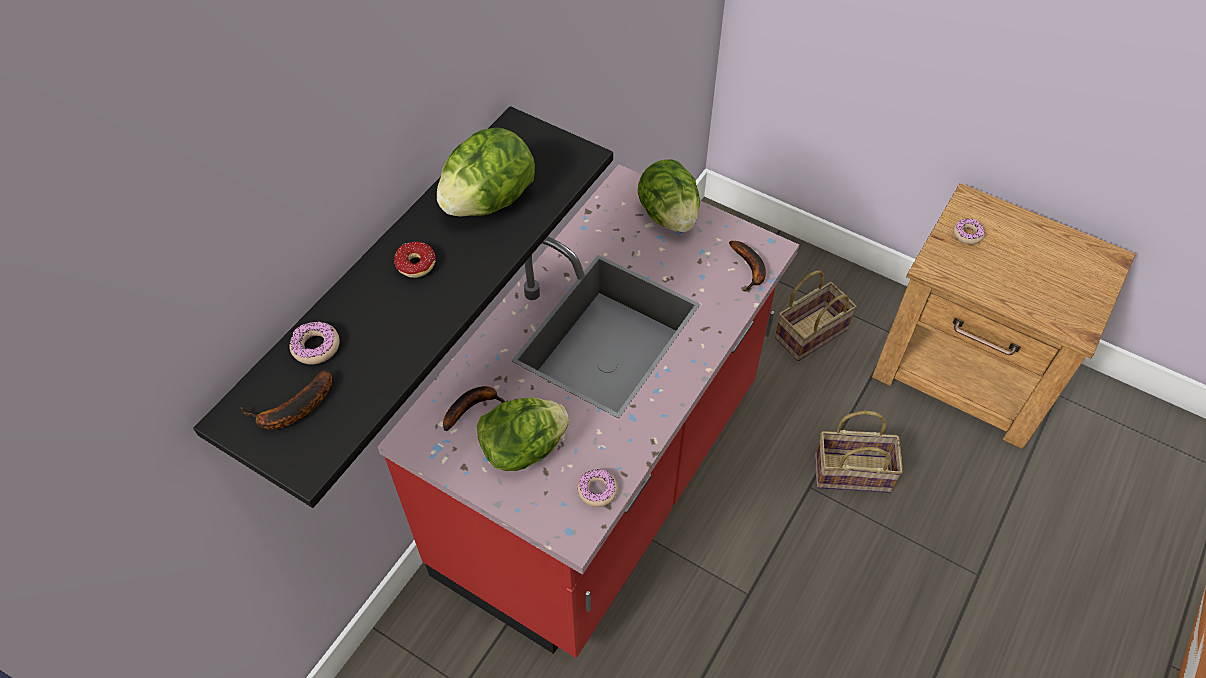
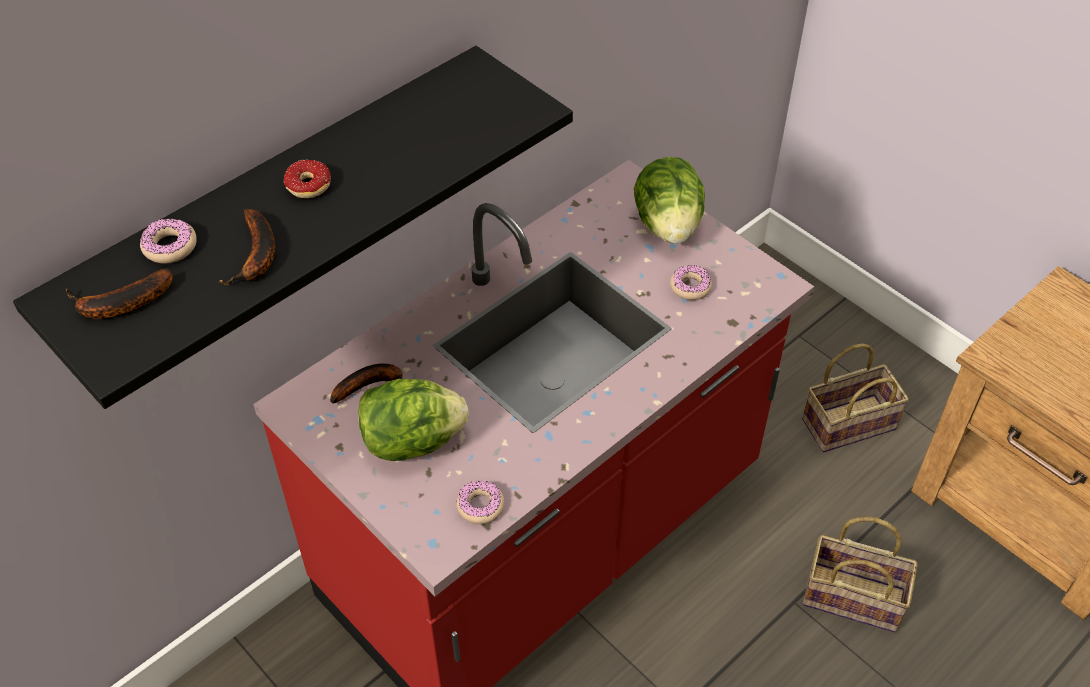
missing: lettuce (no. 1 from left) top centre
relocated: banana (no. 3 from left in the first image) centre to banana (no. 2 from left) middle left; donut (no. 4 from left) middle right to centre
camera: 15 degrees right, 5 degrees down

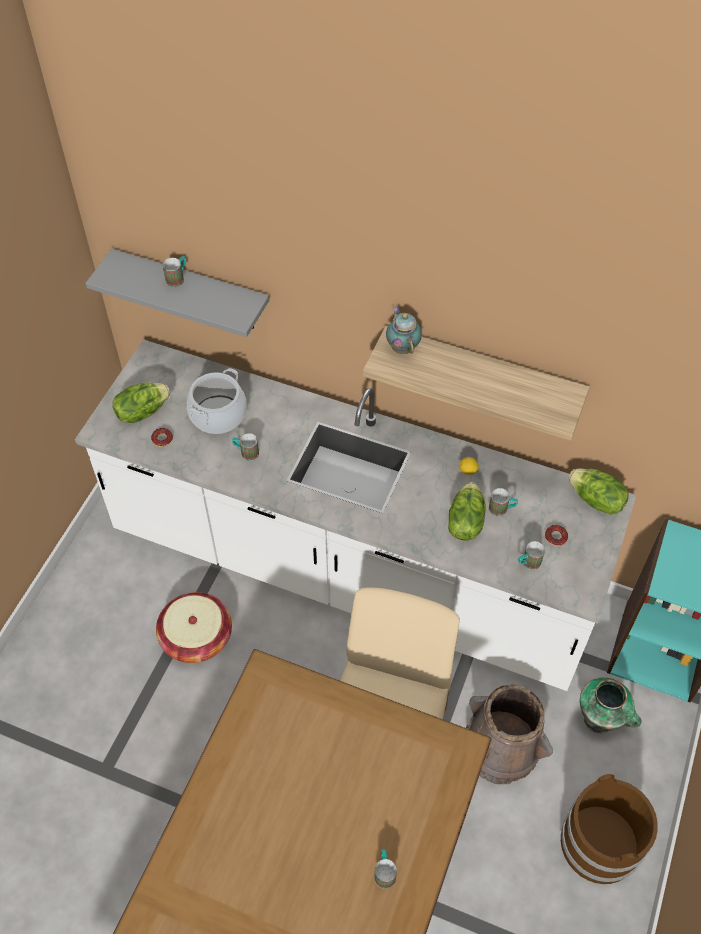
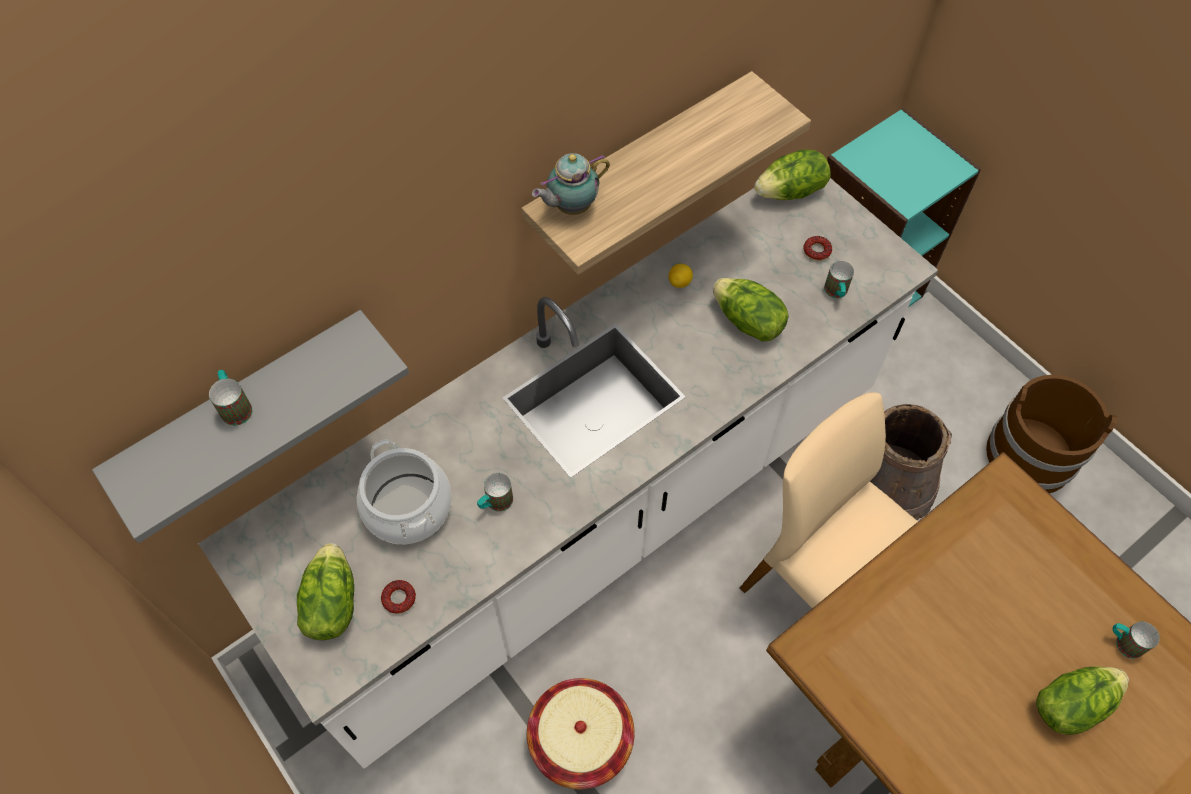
missing: mug (no. 4 from left) middle right; vase bottom right
appeared: lettuce (no. 4 from left) bottom right
spun: teapot centre = top centre 45 degrees counterclockwise
camera: 60 degrees left, 5 degrees up

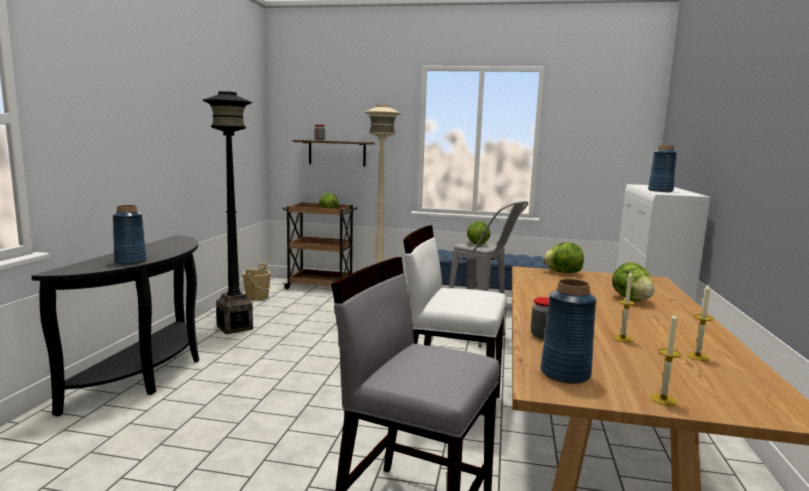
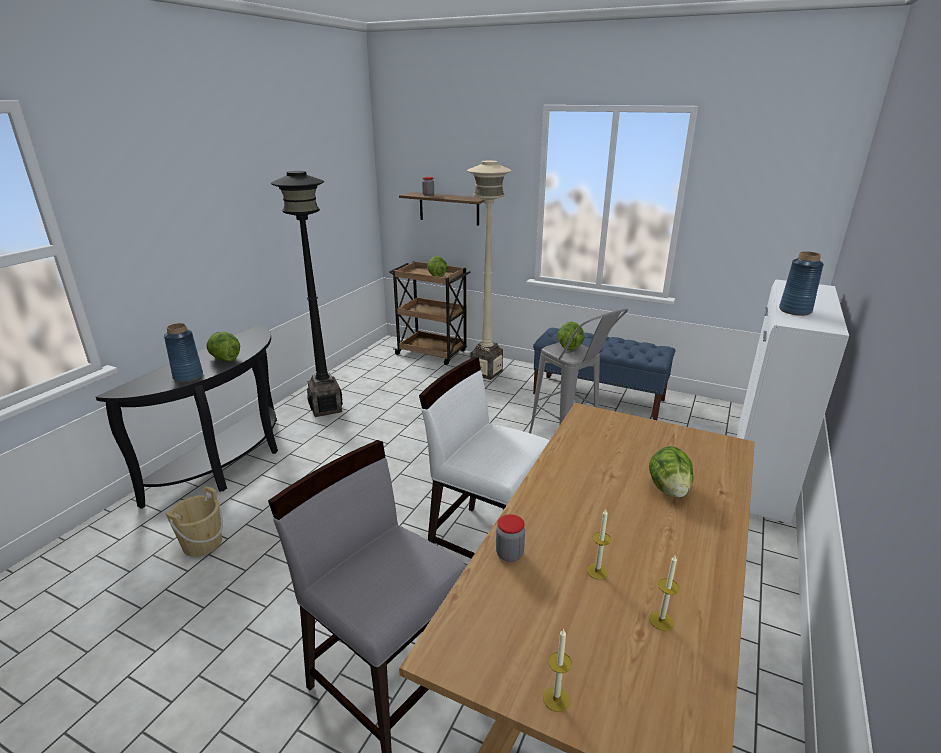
missing: vase in blue (no. 2 from left) bottom right
relocated: bucket in beige middle left to bottom left; lettuce (no. 3 from left in the first image) middle right to lettuce (no. 1 from left) middle left
camera: 15 degrees right, 15 degrees up

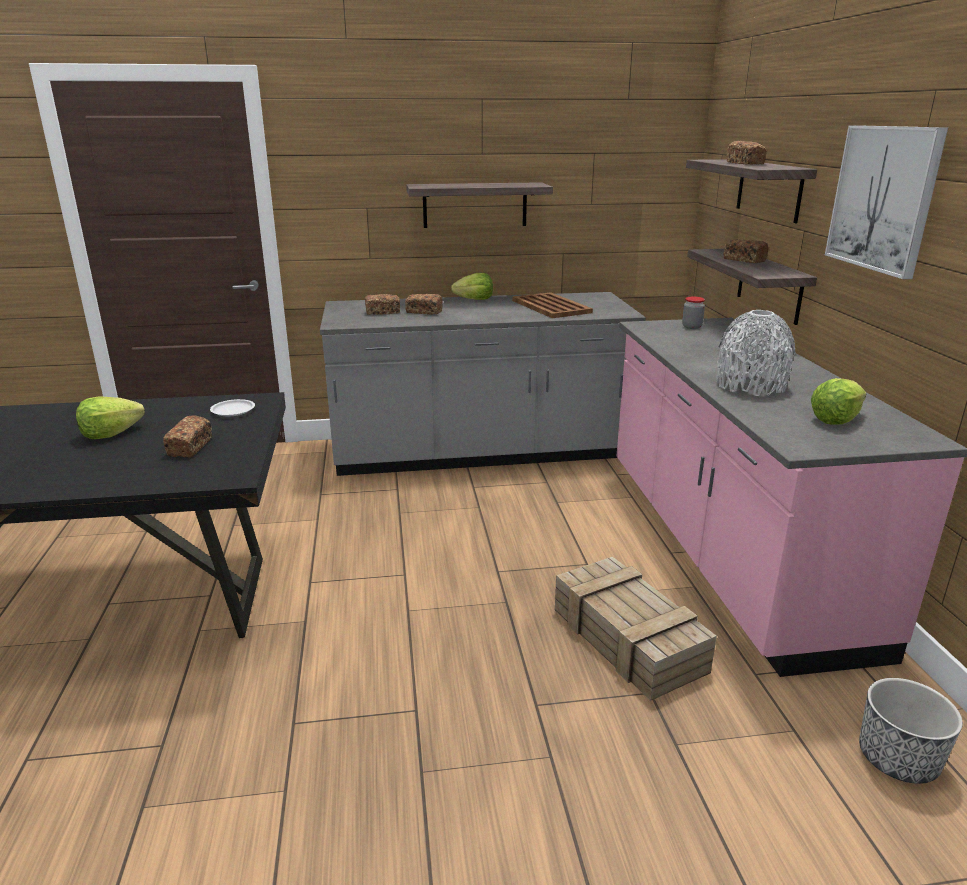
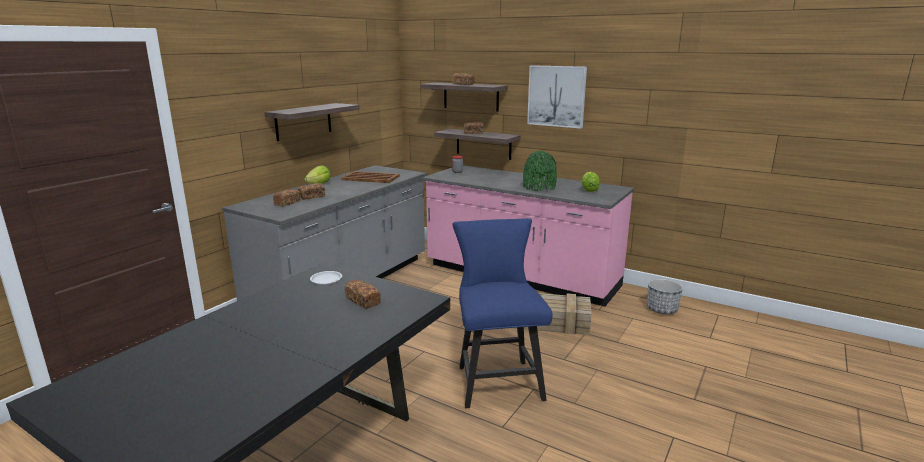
missing: lettuce (no. 1 from left) middle left
appeared: chair in blue bottom centre
colour: vase in grey middle right to vase in green centre
camera: 50 degrees left, 5 degrees down

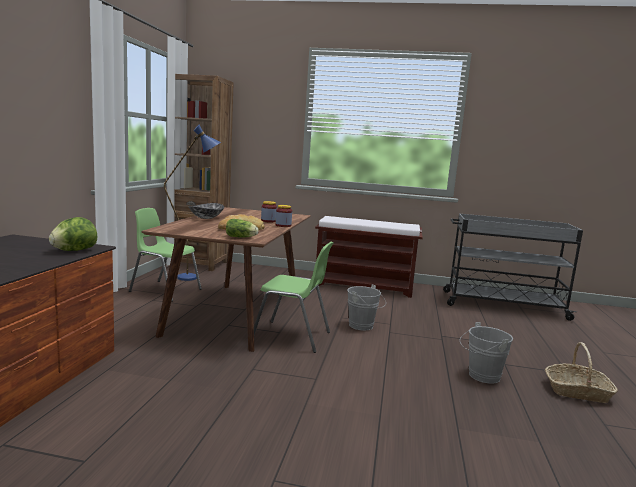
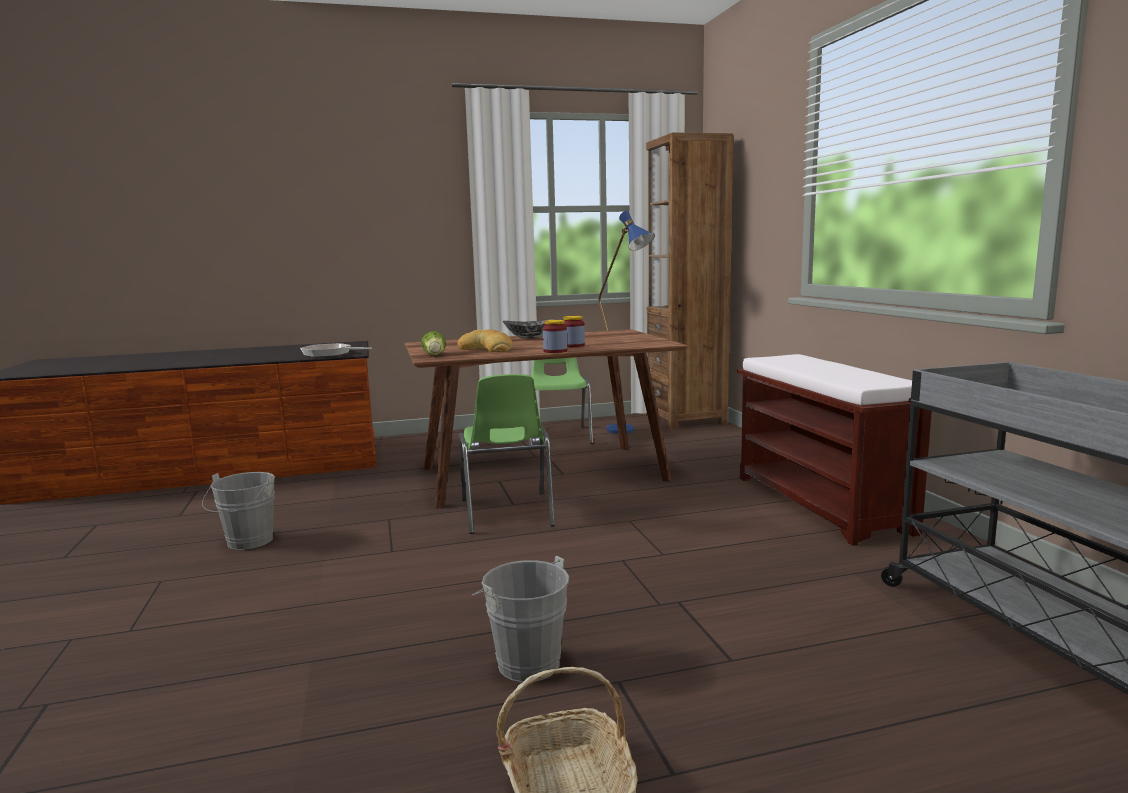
relocated: bucket in grey (no. 1 from left) centre to middle left
exchanged: lettuce (no. 1 from left) middle left to frying pan middle left
camera: 65 degrees right, 0 degrees up

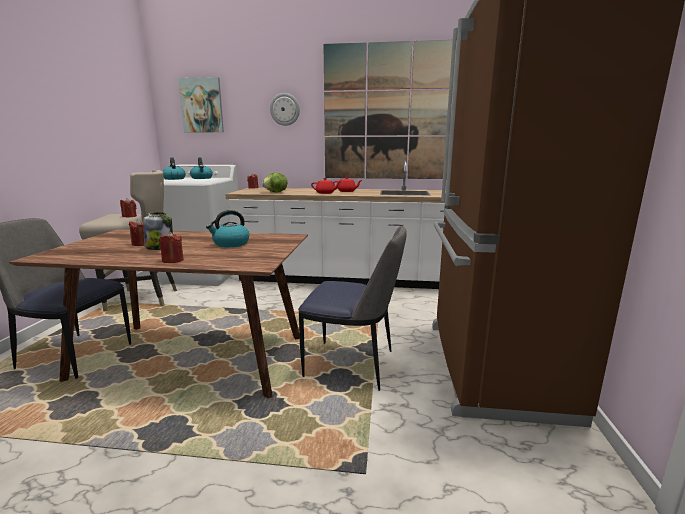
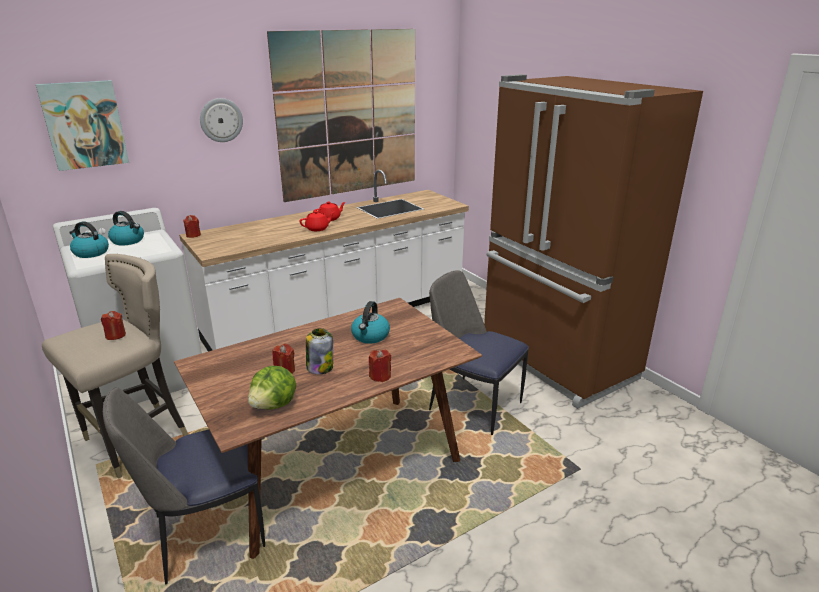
relocated: lettuce centre to middle left
spun: chair (no. 2 from left) centre = centre 120 degrees counterclockwise
camera: 40 degrees left, 10 degrees up

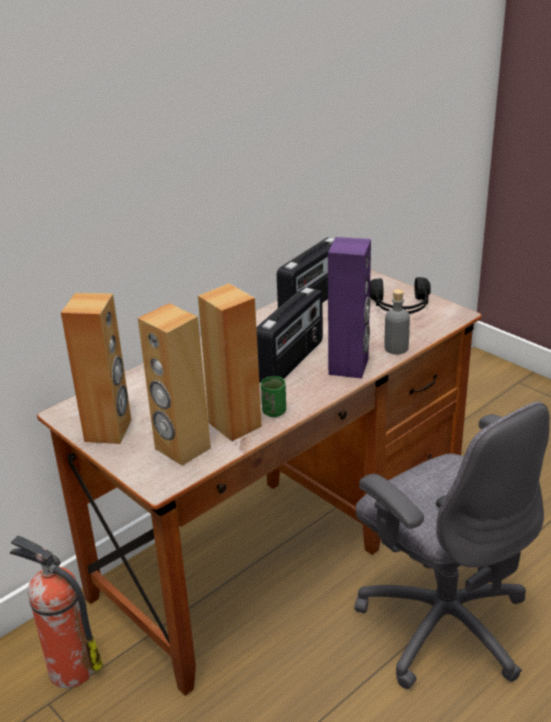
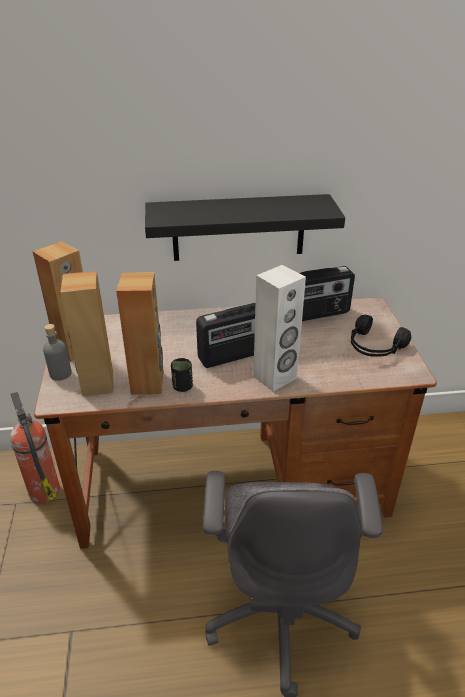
appeared: shelf in black top centre
relocated: bottle in grey middle right to middle left
colour: cup in green centre to cup in black centre; speaker in purple centre to speaker in white centre
camera: 35 degrees right, 5 degrees up

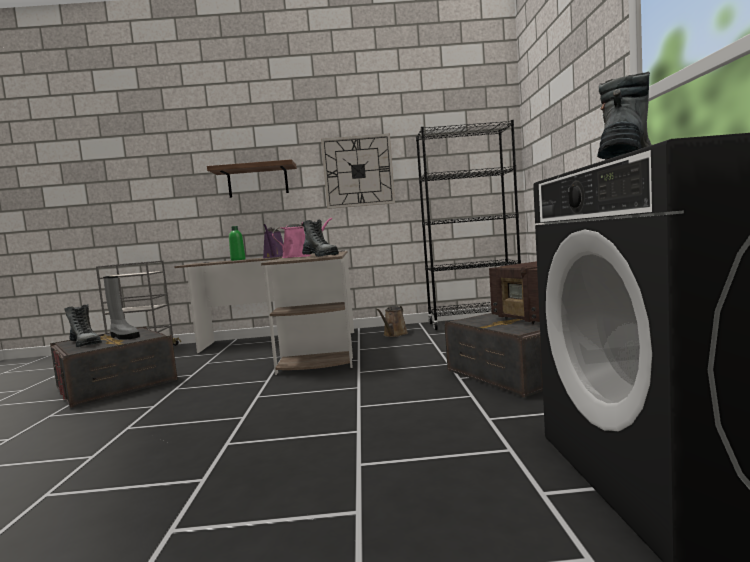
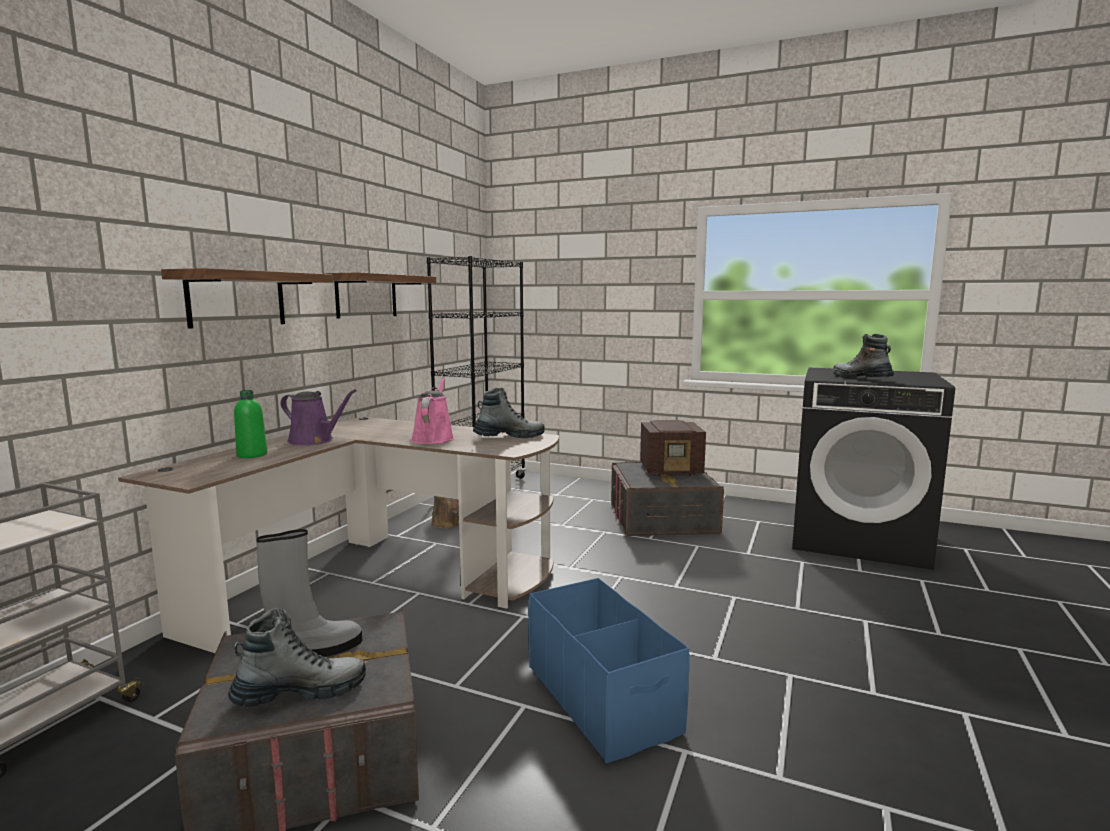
appeared: storage box in blue bottom centre
exchanged: wall clock top centre to shelf (no. 2 from left) centre
camera: 65 degrees left, 5 degrees up

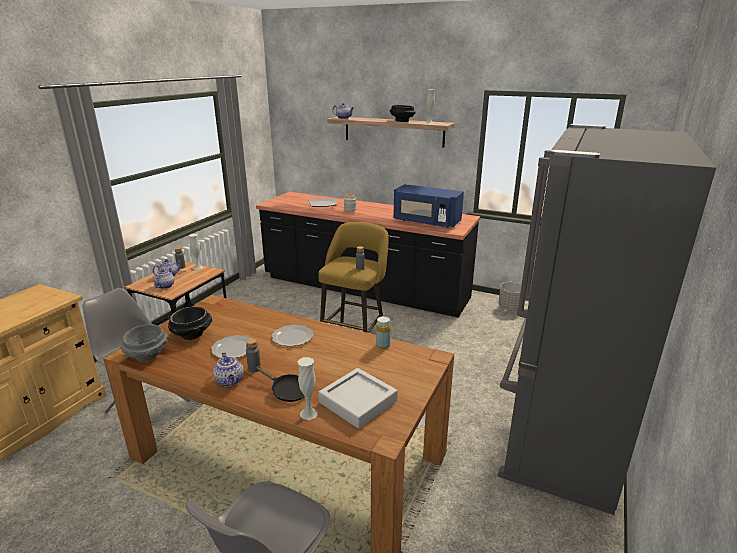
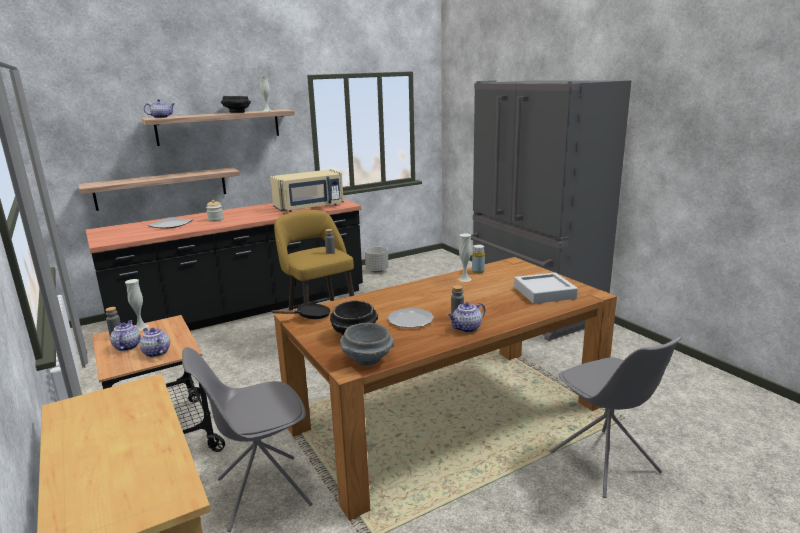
missing: plate (no. 2 from left) centre
appeared: shelf (no. 1 from left) middle left
relocated: frying pan in black bottom centre to centre; vase in white (no. 2 from left in the first image) bottom centre to vase in white (no. 3 from left) centre
colour: microwave in blue centre to microwave in beige centre
spun: teapot (no. 3 from left in the first image) bottom left = centre 135 degrees clockwise
camera: 55 degrees left, 5 degrees down

